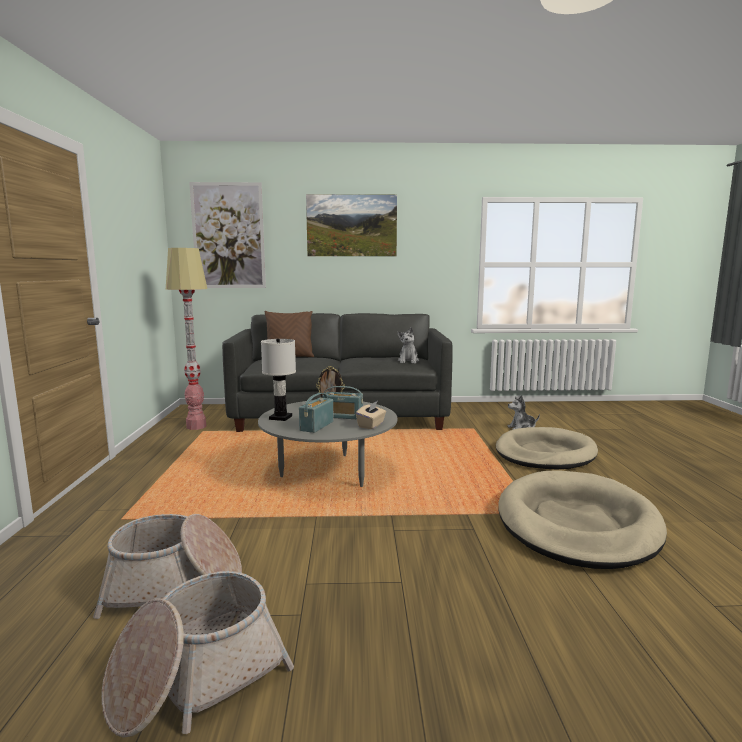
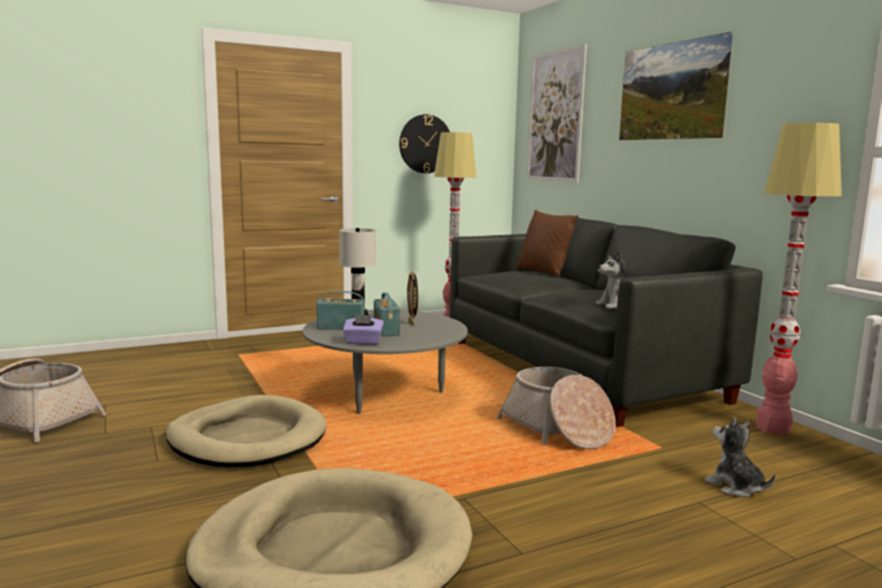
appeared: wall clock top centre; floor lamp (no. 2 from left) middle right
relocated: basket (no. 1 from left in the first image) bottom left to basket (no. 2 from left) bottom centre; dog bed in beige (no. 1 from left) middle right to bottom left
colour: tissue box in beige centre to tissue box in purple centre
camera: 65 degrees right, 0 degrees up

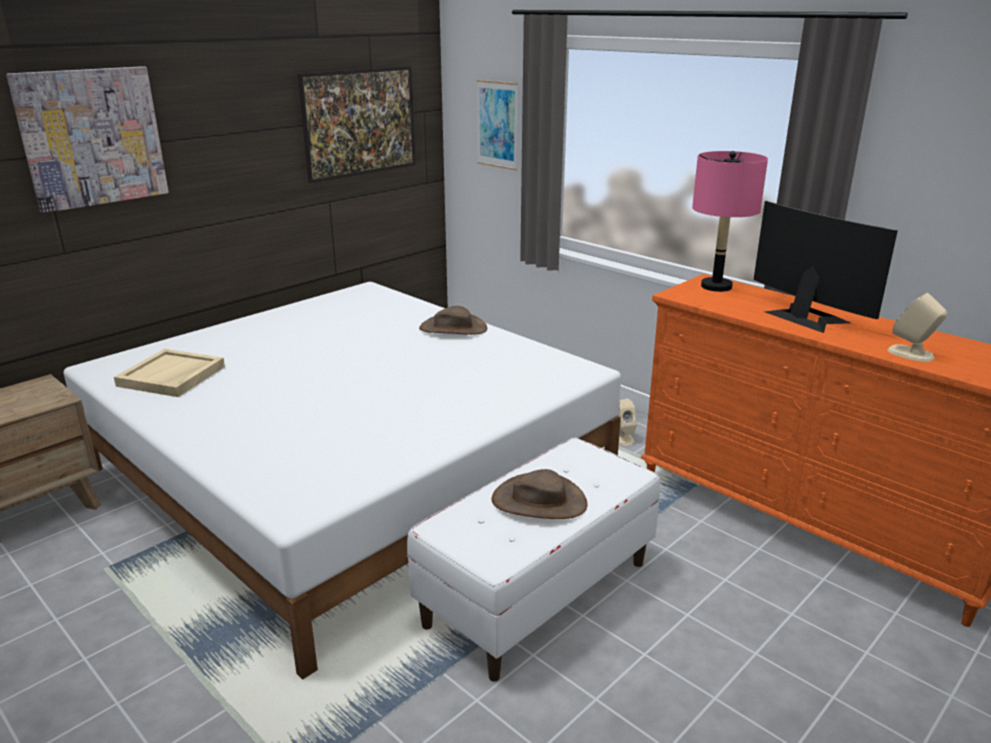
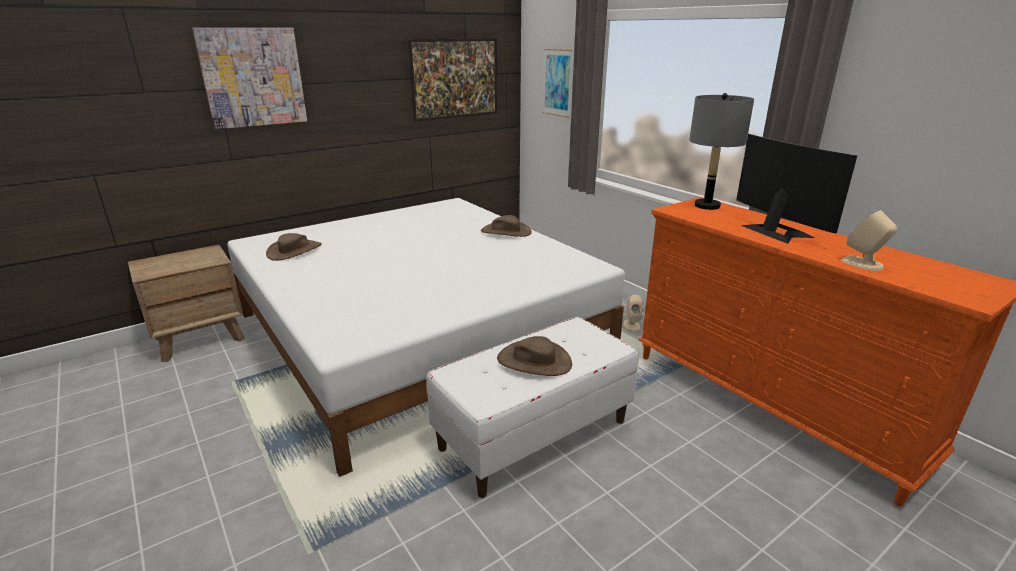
exchanged: tray in beige middle left to hat in brown (no. 1 from left) middle left
colour: table lamp in pink top right to table lamp in grey top right
camera: 10 degrees right, 0 degrees up

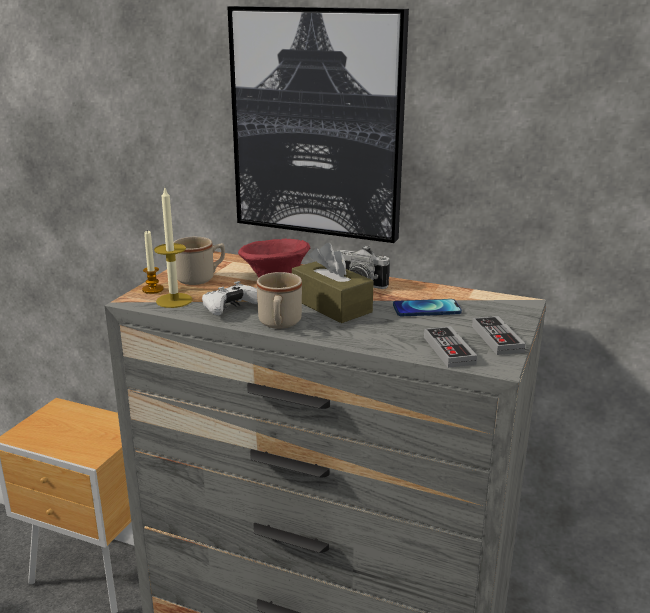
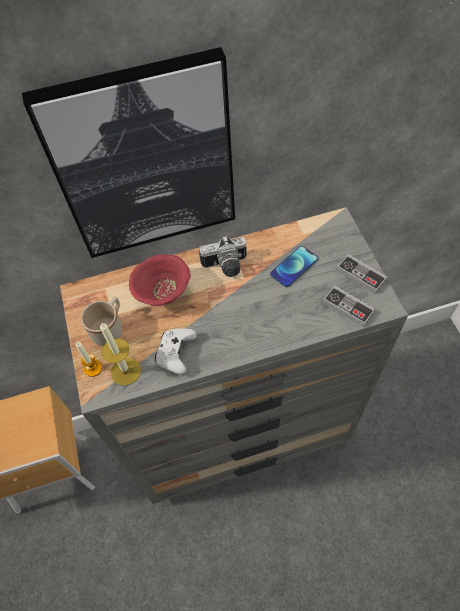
missing: mug in beige (no. 2 from left) centre; tissue box in brown centre
camera: 35 degrees left, 35 degrees up

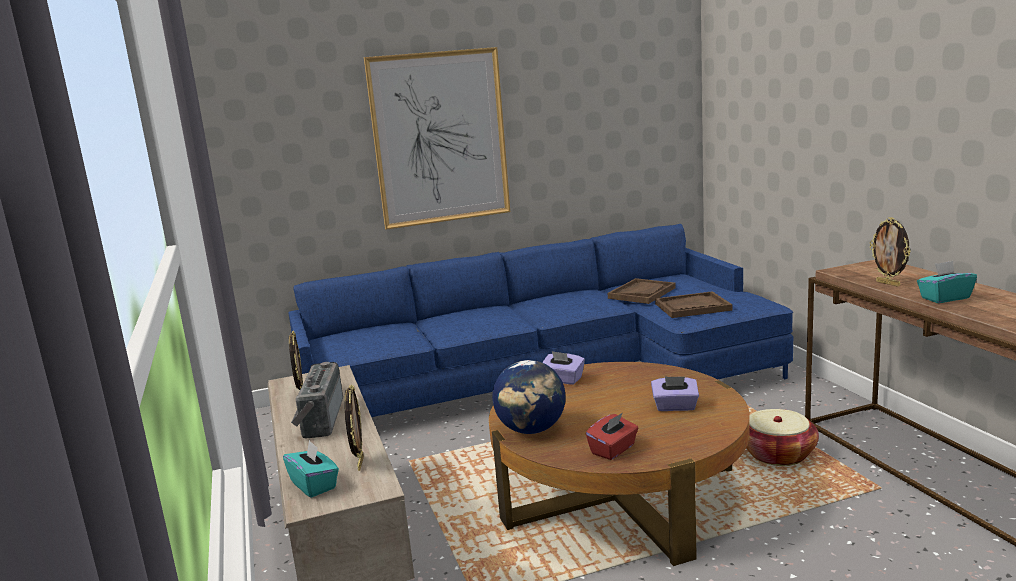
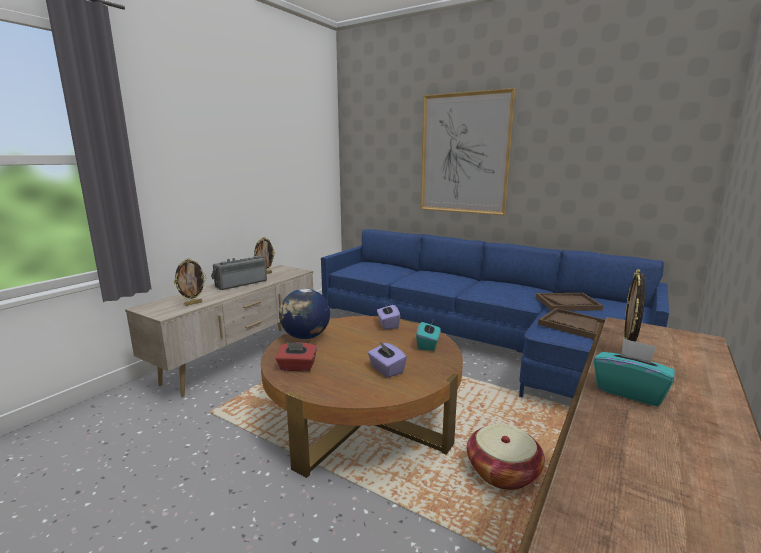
relocated: tissue box in turquoise (no. 1 from left) bottom left to centre
camera: 50 degrees right, 0 degrees up

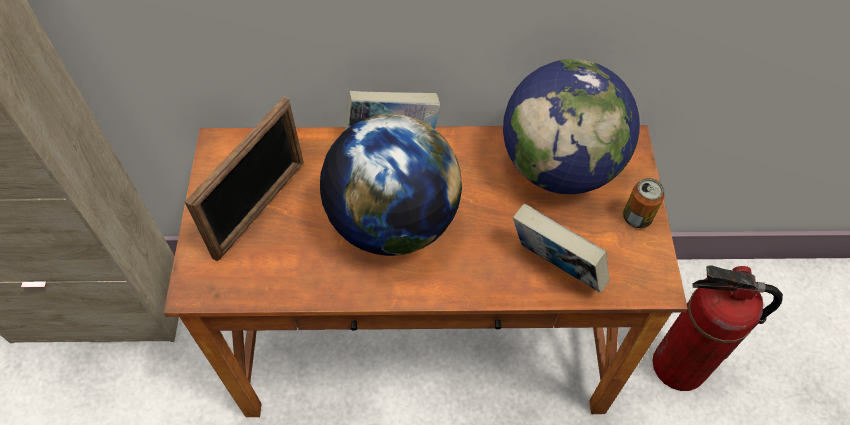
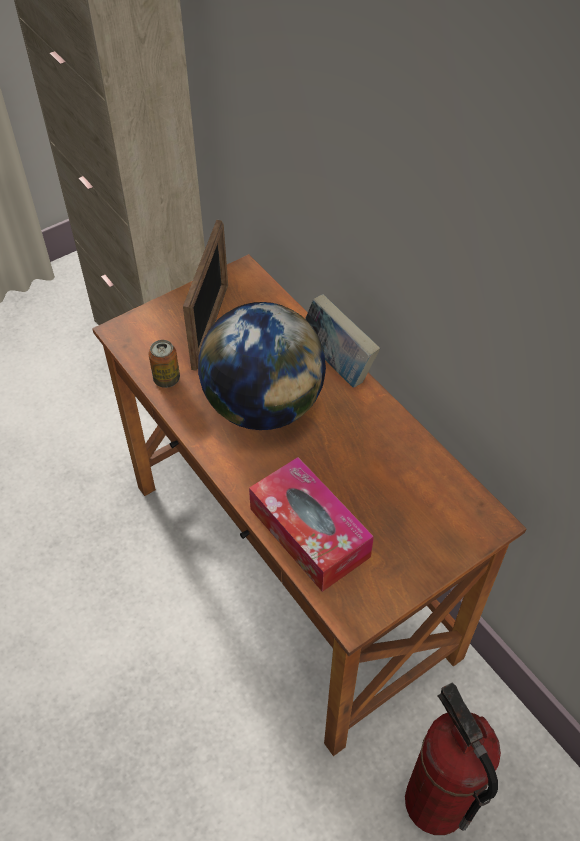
missing: globe (no. 2 from left) top right
relocated: can middle right to middle left
exchanged: book (no. 2 from left) centre to tissue box centre
spun: picture frame middle left = centre 75 degrees counterclockwise
camera: 55 degrees right, 5 degrees down

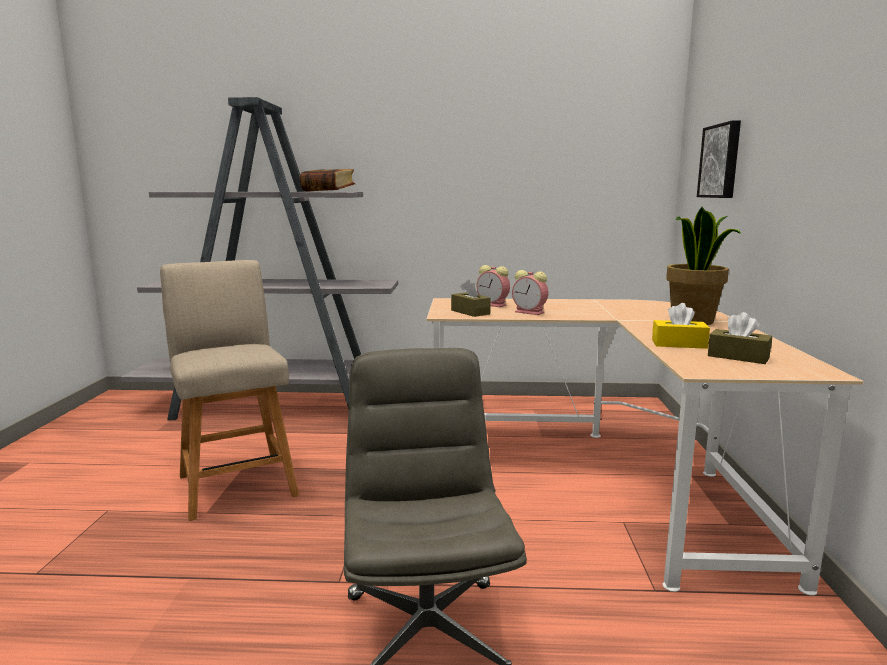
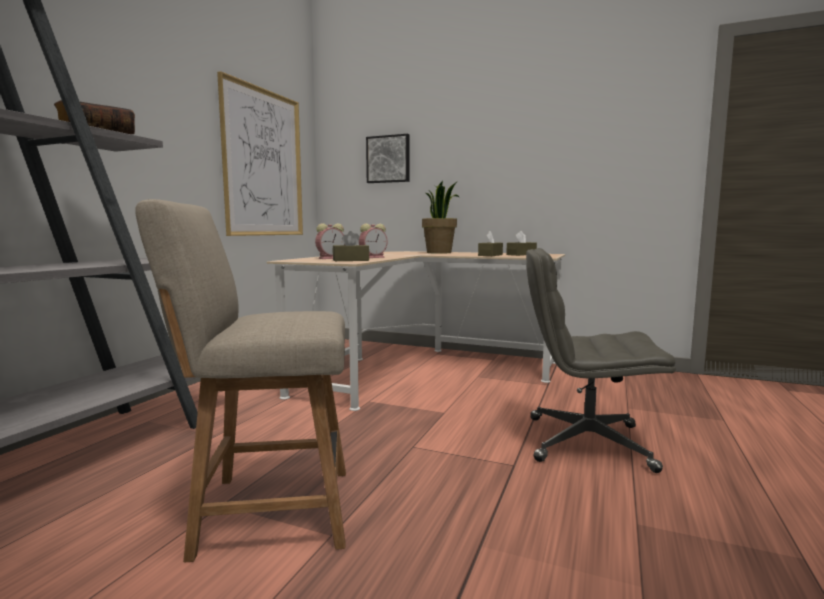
appeared: picture (no. 1 from left) top left
colour: tissue box in yellow middle right to tissue box in brown (no. 2 from left) centre
camera: 70 degrees left, 5 degrees down

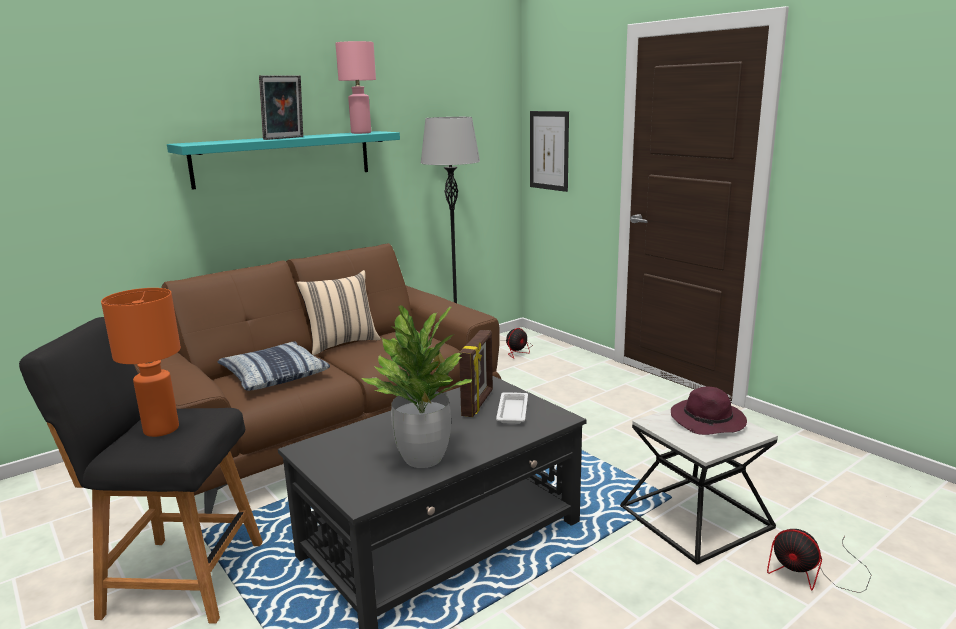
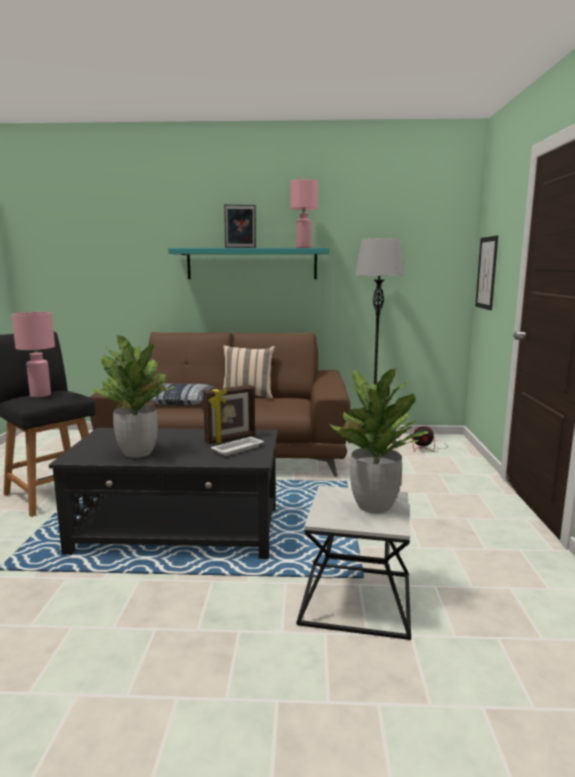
missing: fan (no. 2 from left) bottom right
exchanged: hat in purple middle right to potted plant (no. 2 from left) centre
colour: table lamp in orange middle left to table lamp in pink (no. 1 from left) middle left
camera: 40 degrees right, 5 degrees down

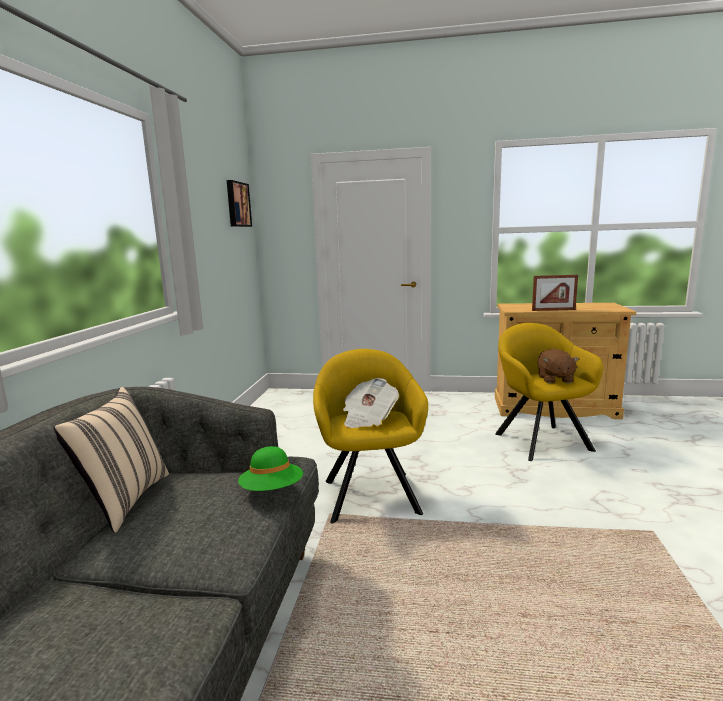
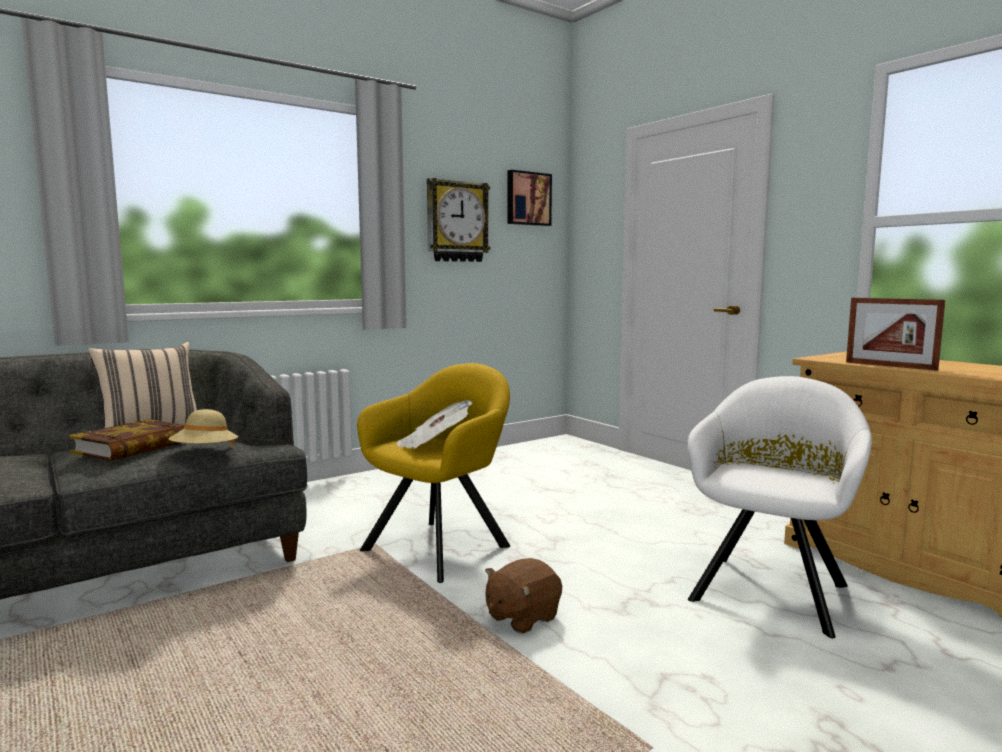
appeared: book middle left; wall clock top centre
relocated: plush toy in brown middle right to bottom centre
colour: hat in green bottom centre to hat in beige middle left; armchair in yellow (no. 2 from left) middle right to armchair in white bottom right
camera: 45 degrees right, 5 degrees down

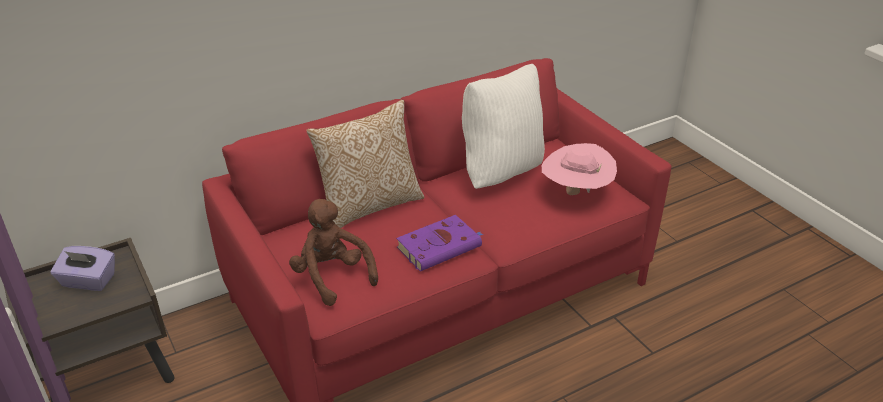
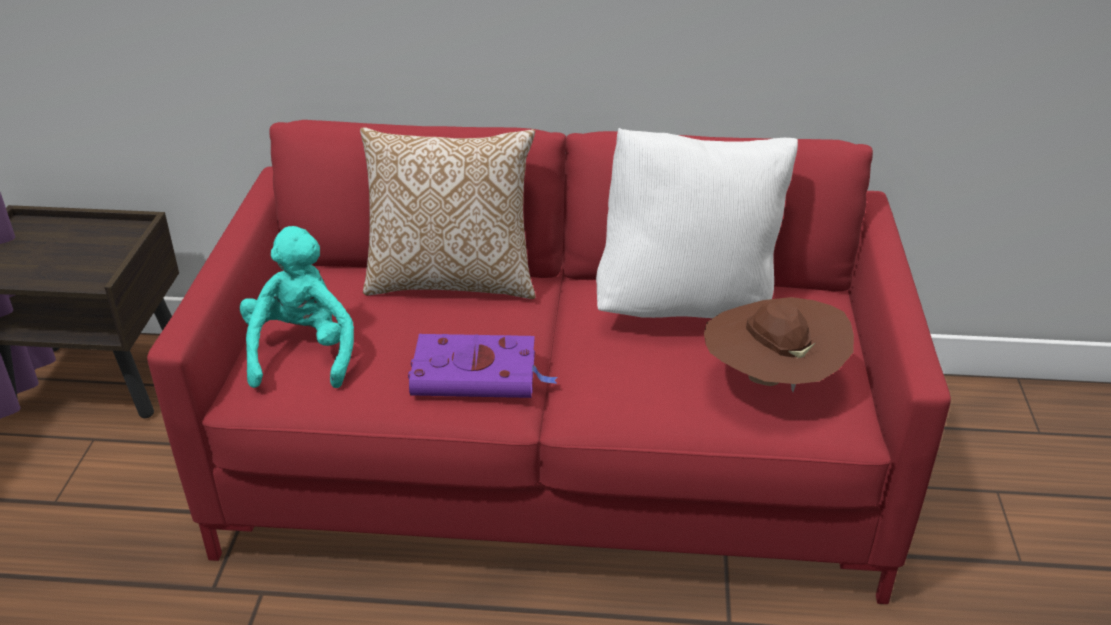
missing: tissue box in purple bottom left
colour: plush toy in brown centre to plush toy in turquoise middle left; hat in pink centre to hat in brown middle right
camera: 35 degrees right, 0 degrees up

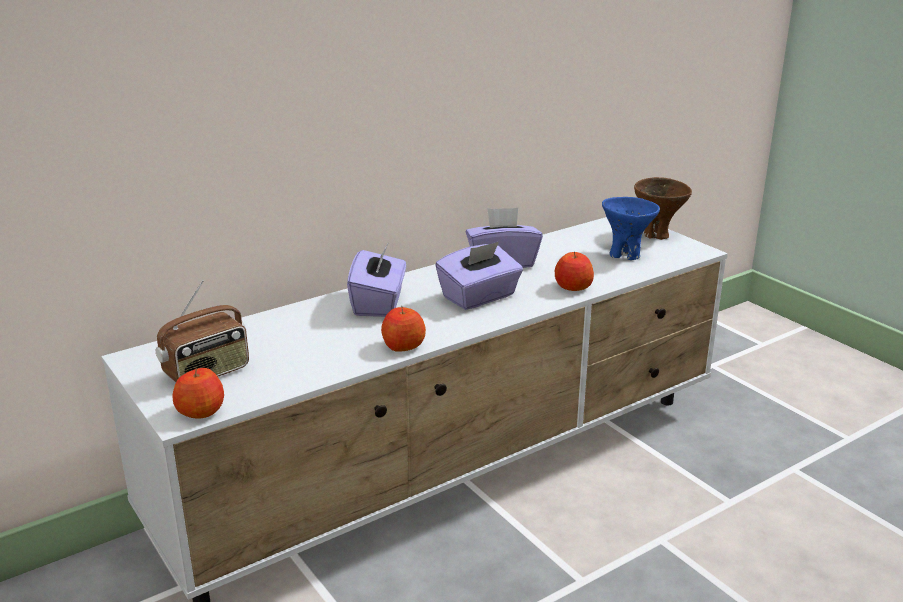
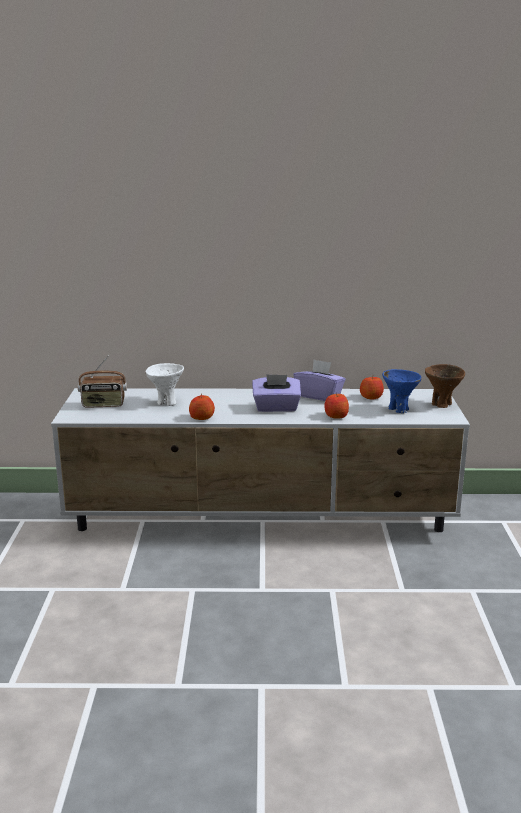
missing: tissue box in purple (no. 1 from left) centre
appeared: bowl in white middle left
relocated: apple (no. 1 from left in the first image) middle left to apple (no. 3 from left) middle right
camera: 35 degrees right, 5 degrees down

